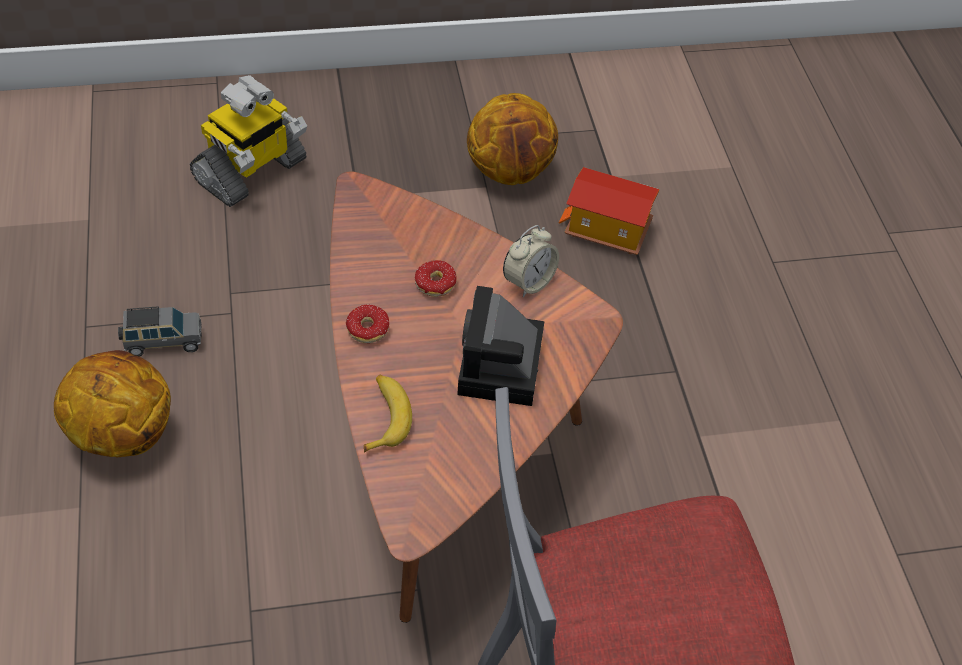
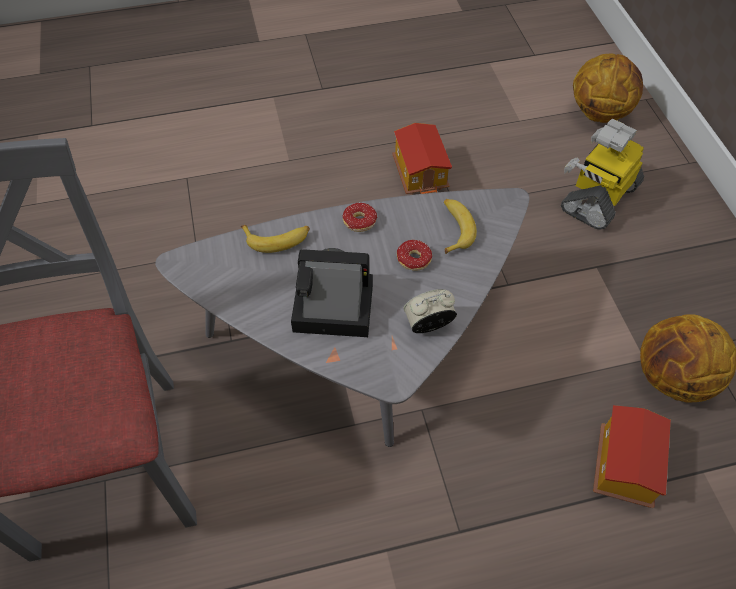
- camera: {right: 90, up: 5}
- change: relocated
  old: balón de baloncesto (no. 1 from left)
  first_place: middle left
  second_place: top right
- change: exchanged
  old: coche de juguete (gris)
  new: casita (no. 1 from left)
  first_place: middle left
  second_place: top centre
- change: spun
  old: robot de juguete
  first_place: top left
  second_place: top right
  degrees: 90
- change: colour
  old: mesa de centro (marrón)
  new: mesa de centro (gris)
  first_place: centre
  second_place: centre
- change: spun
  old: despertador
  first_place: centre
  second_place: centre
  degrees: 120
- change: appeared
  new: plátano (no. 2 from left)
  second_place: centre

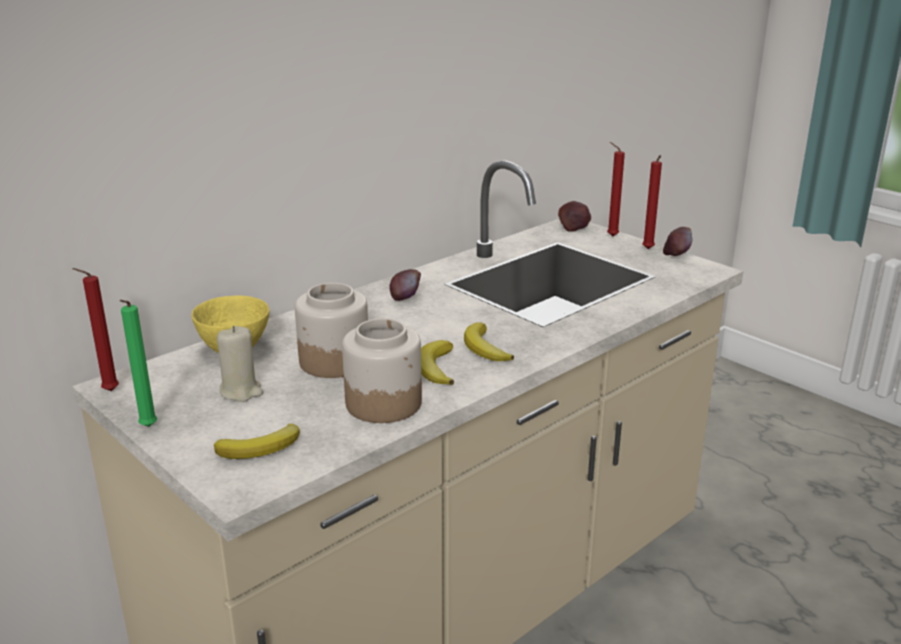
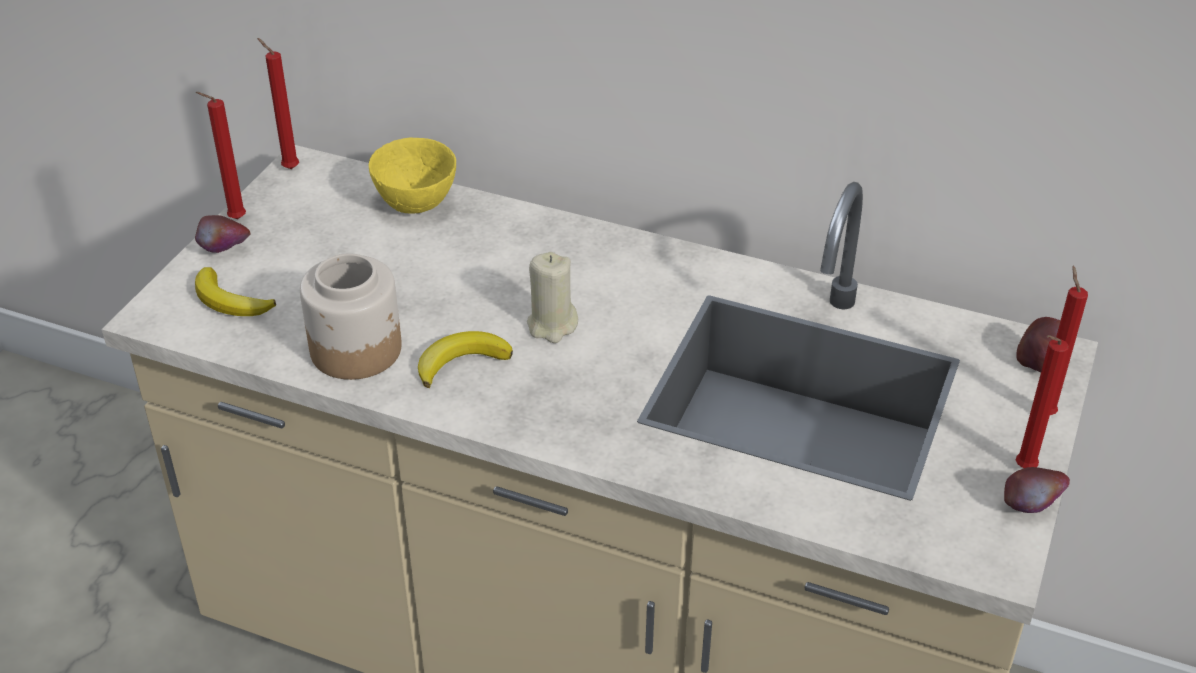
- camera: {right: 65, up: 15}
- change: colour
  old: vela (verde)
  new: vela (rojo) (no. 1 from left)
  first_place: middle left
  second_place: top left
- change: relocated
  old: vela (beis)
  first_place: middle left
  second_place: centre
- change: missing
  old: tarro (no. 1 from left)
  first_place: centre
- change: relocated
  old: manzana (no. 1 from left)
  first_place: centre
  second_place: middle left
- change: missing
  old: plátano (no. 3 from left)
  first_place: centre

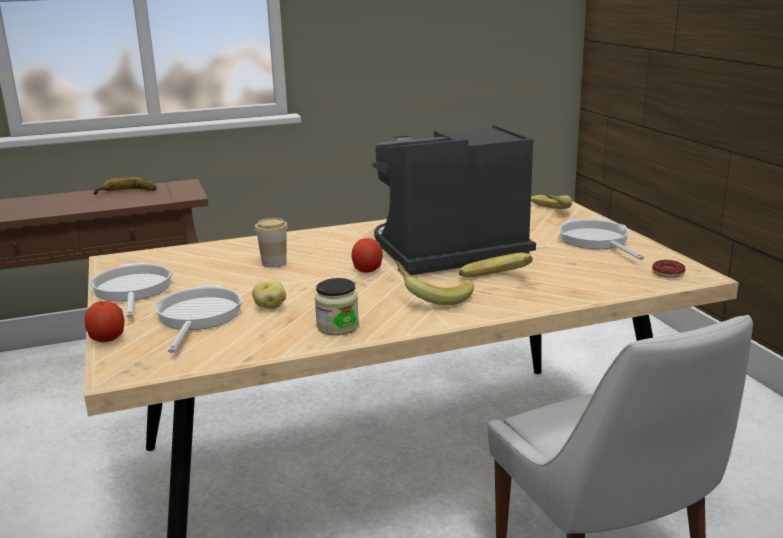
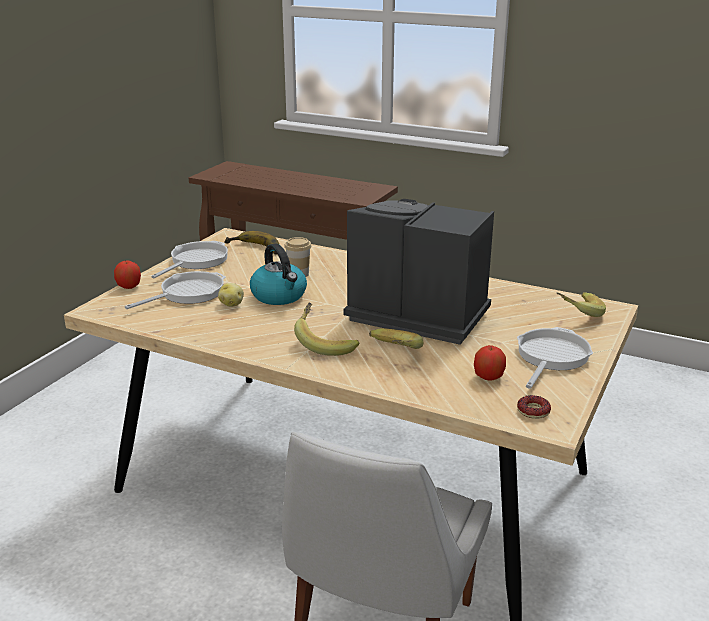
- camera: {right: 45, up: 5}
- change: relocated
  old: plátano (no. 1 from left)
  first_place: middle left
  second_place: centre
- change: missing
  old: tarro
  first_place: centre
- change: relocated
  old: manzana (no. 2 from left)
  first_place: centre
  second_place: middle right
- change: appeared
  new: hervidor
  second_place: centre

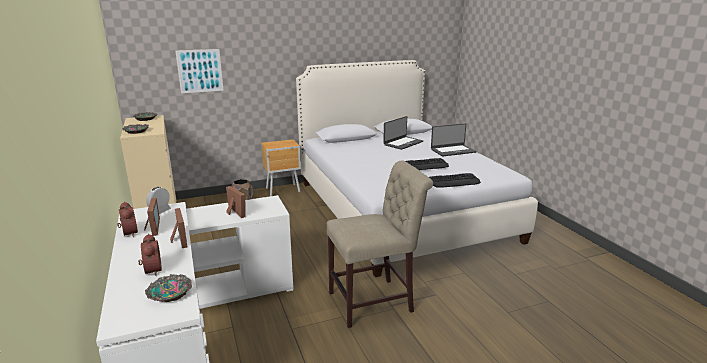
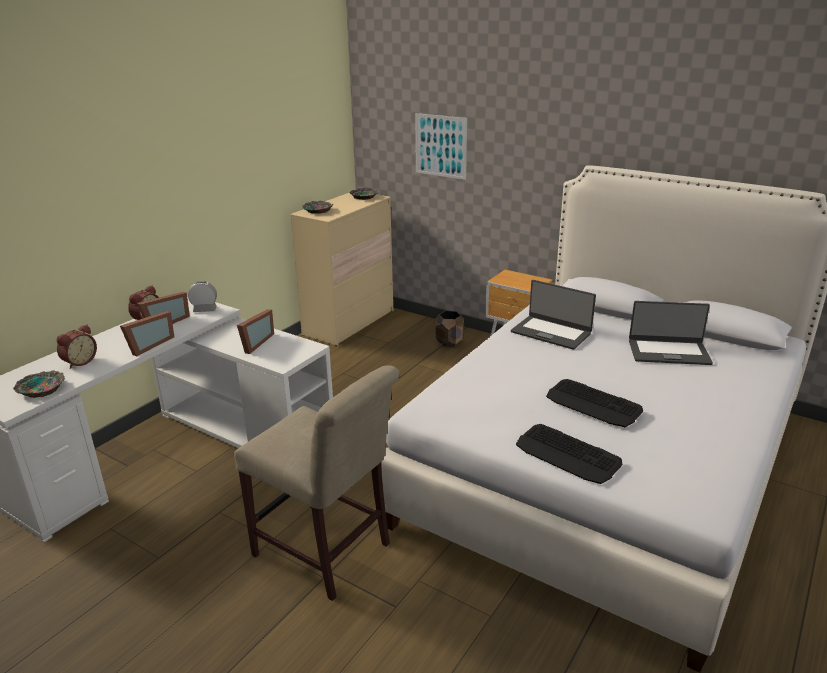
- camera: {right: 55, up: 5}
- change: relocated
  old: portátil (no. 2 from left in the first image)
  new: portátil (no. 1 from left)
  first_place: centre
  second_place: middle right

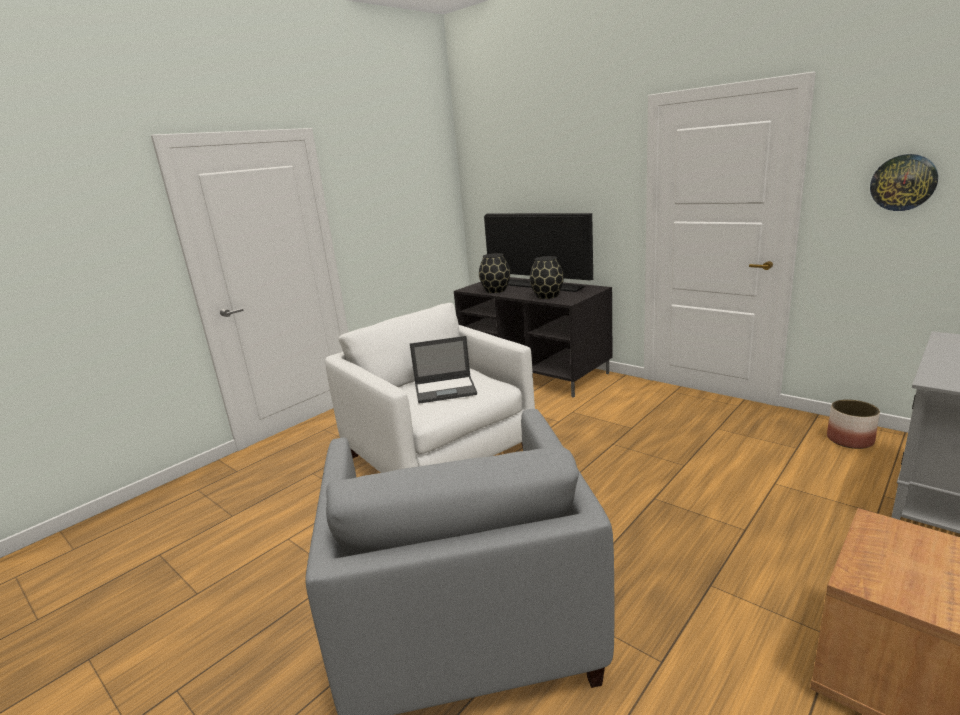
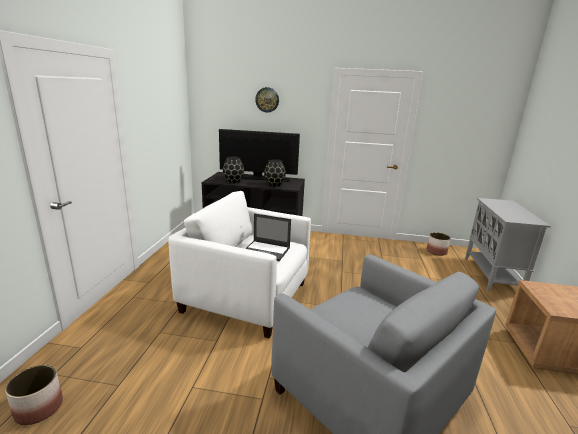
- camera: {right: -35, up: 0}
- change: spun
  old: portátil
  first_place: centre
  second_place: centre
  degrees: 60
- change: relocated
  old: reloj de pared
  first_place: top right
  second_place: top centre
- change: appeared
  new: maceta (no. 1 from left)
  second_place: bottom left

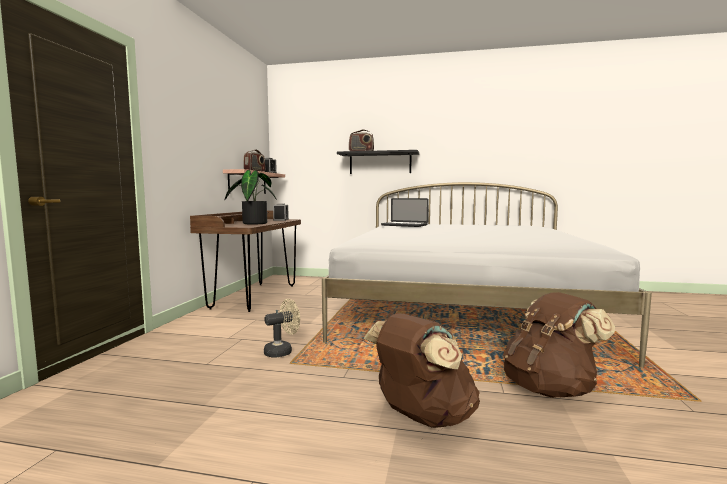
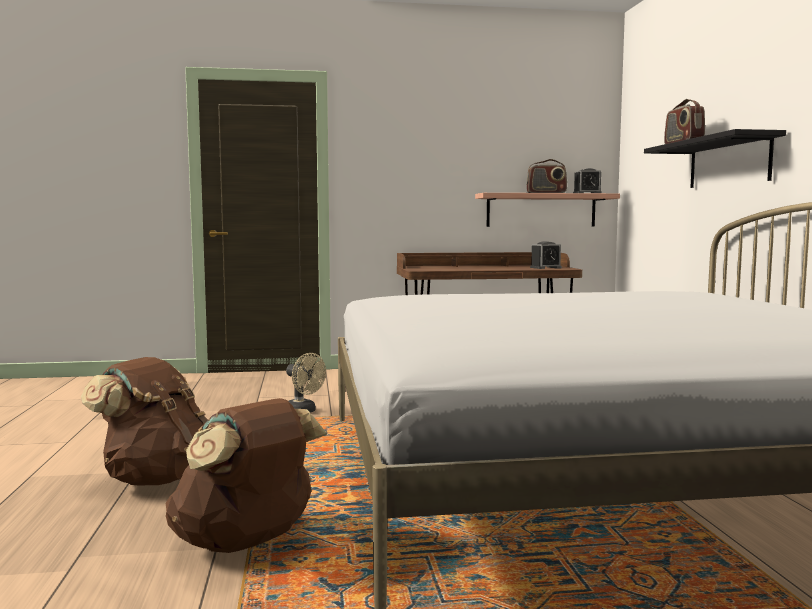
- camera: {right: 70, up: 0}
- change: missing
  old: planta en maceta
  first_place: centre
- change: missing
  old: portátil
  first_place: centre

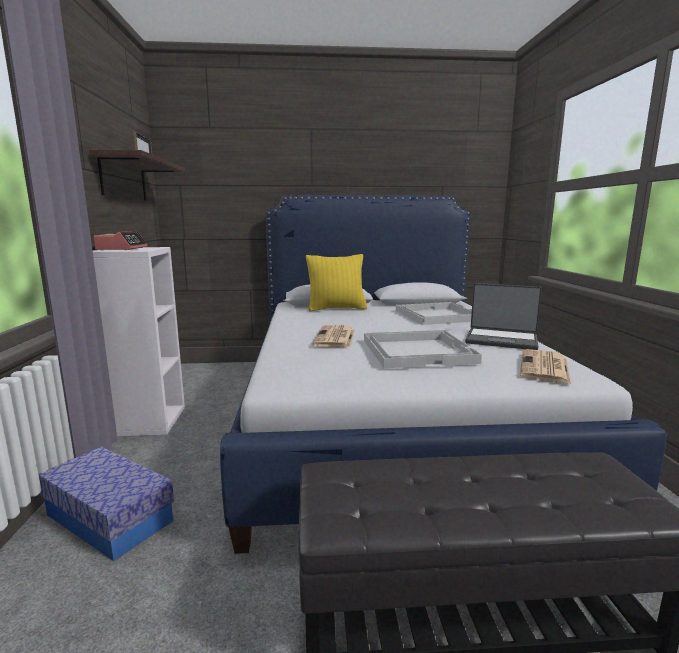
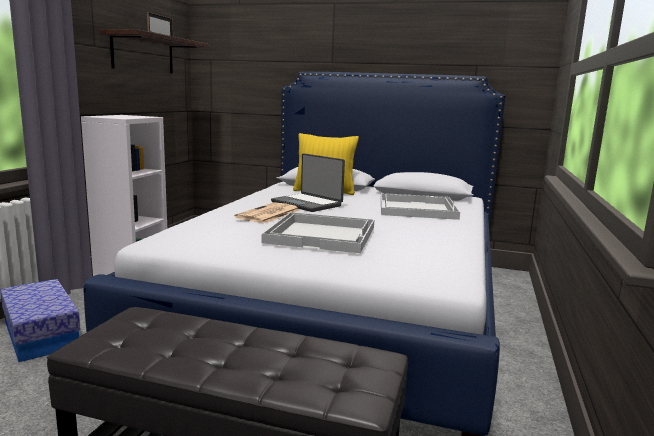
- camera: {right: 20, up: 0}
- change: missing
  old: despertador
  first_place: middle left
- change: relocated
  old: portátil
  first_place: middle right
  second_place: centre
- change: missing
  old: periódico (no. 2 from left)
  first_place: middle right

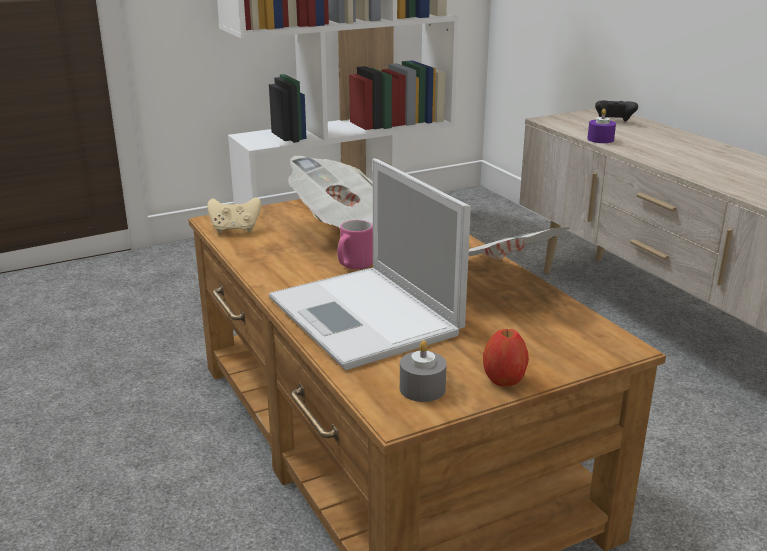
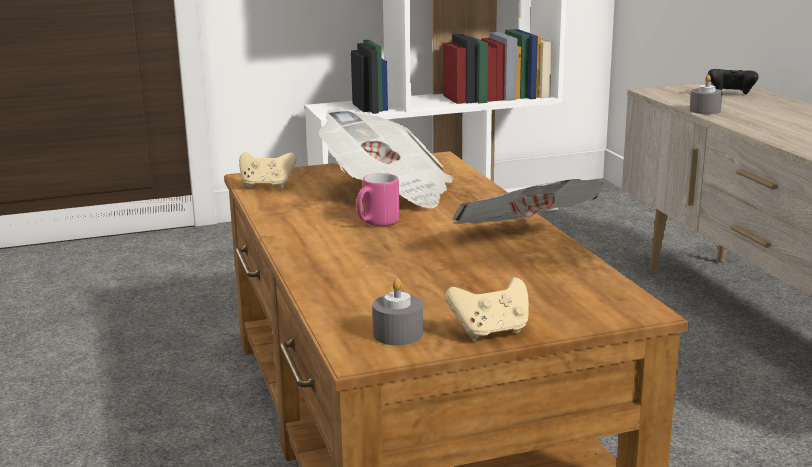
- camera: {right: 10, up: -5}
- change: missing
  old: portátil
  first_place: centre
- change: exchanged
  old: manzana
  new: mando de consola (beis) (no. 2 from left)
  first_place: centre
  second_place: centre
- change: colour
  old: vela (morado)
  new: vela (gris) (no. 2 from left)
  first_place: top right
  second_place: top right

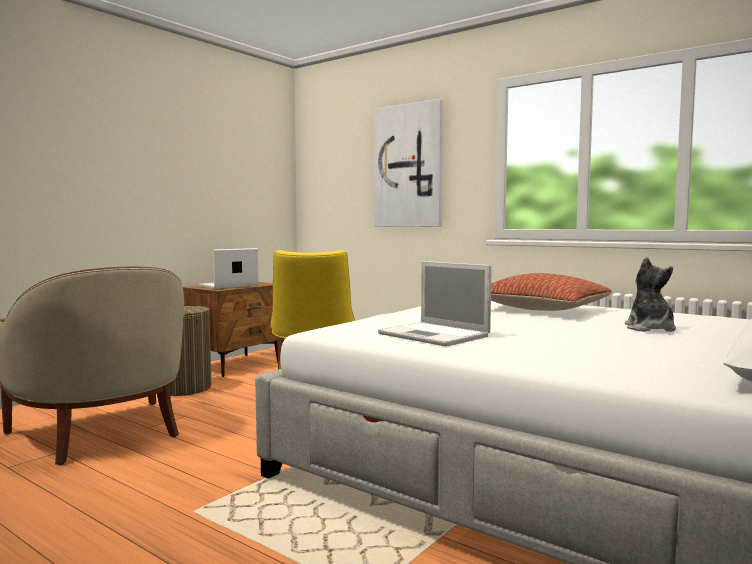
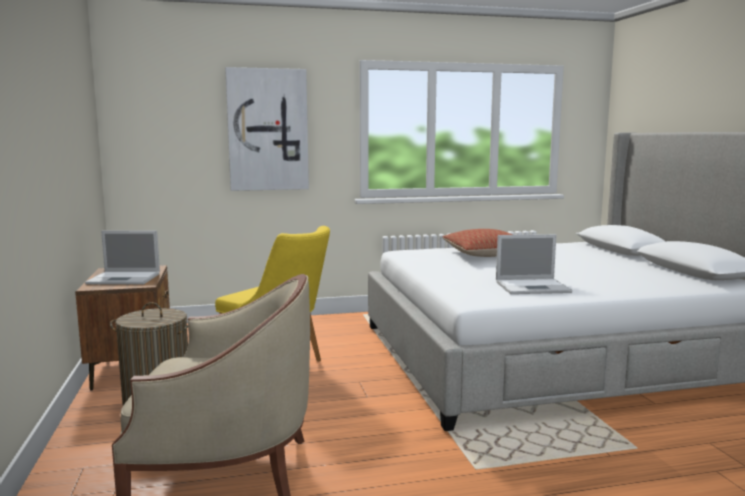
- camera: {right: -50, up: 5}
- change: spun
  old: portátil (no. 1 from left)
  first_place: middle left
  second_place: middle left
  degrees: -90
- change: missing
  old: peluche
  first_place: middle right

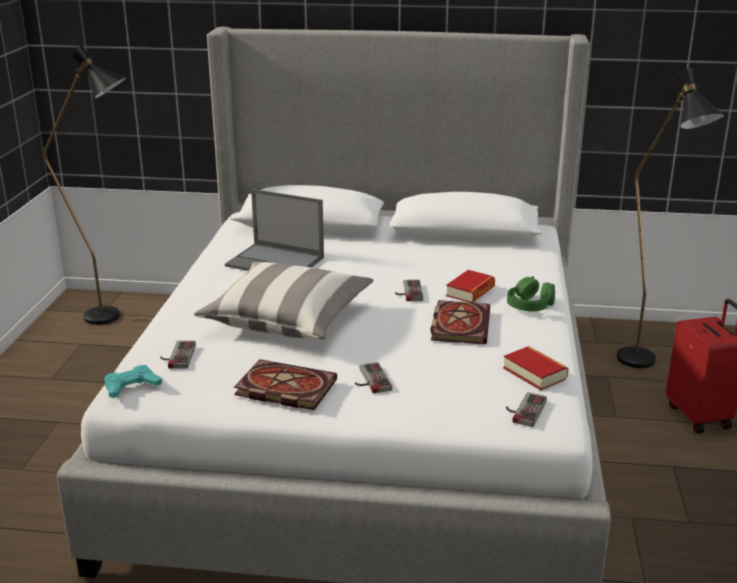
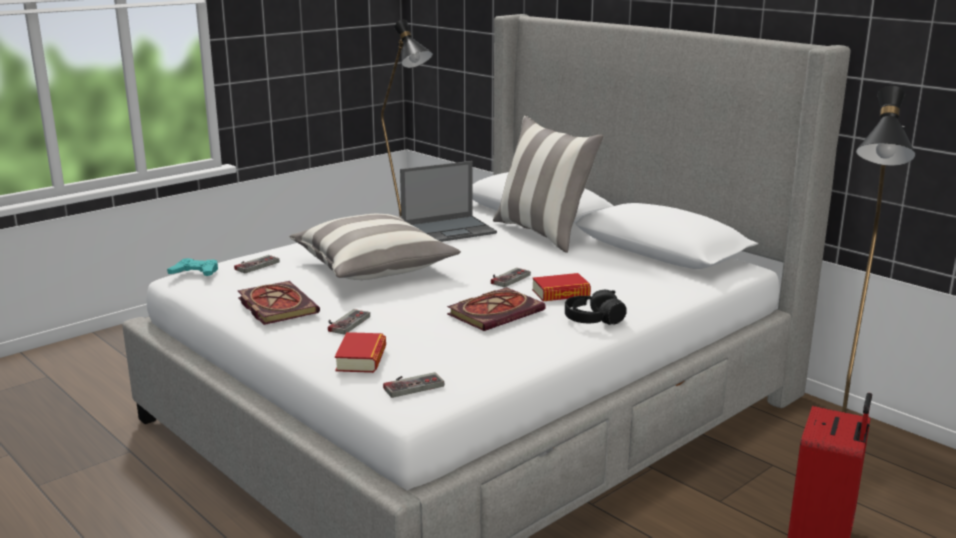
- camera: {right: 40, up: -5}
- change: spun
  old: portátil
  first_place: centre
  second_place: centre
  degrees: -90
- change: relocated
  old: libro (no. 4 from left in the first image)
  new: libro (no. 2 from left)
  first_place: middle right
  second_place: centre
- change: colour
  old: auriculares (verde)
  new: auriculares (negro)
  first_place: middle right
  second_place: centre
- change: appeared
  new: cojín (no. 2 from left)
  second_place: centre

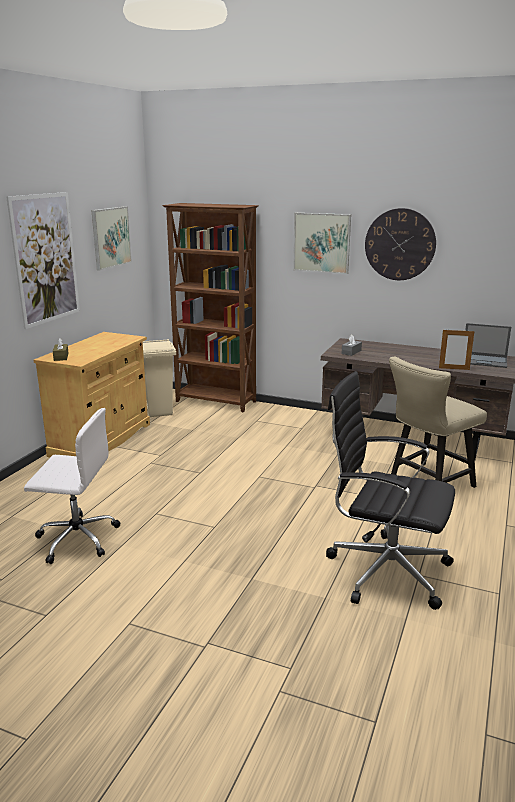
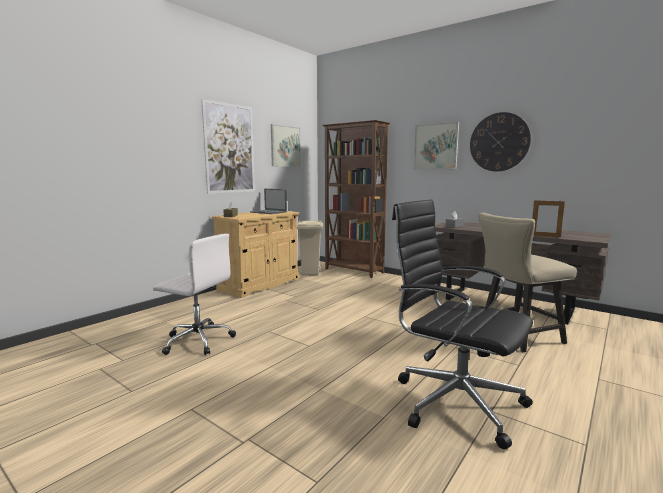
- camera: {right: 15, up: -10}
- change: relocated
  old: portátil
  first_place: middle right
  second_place: centre

